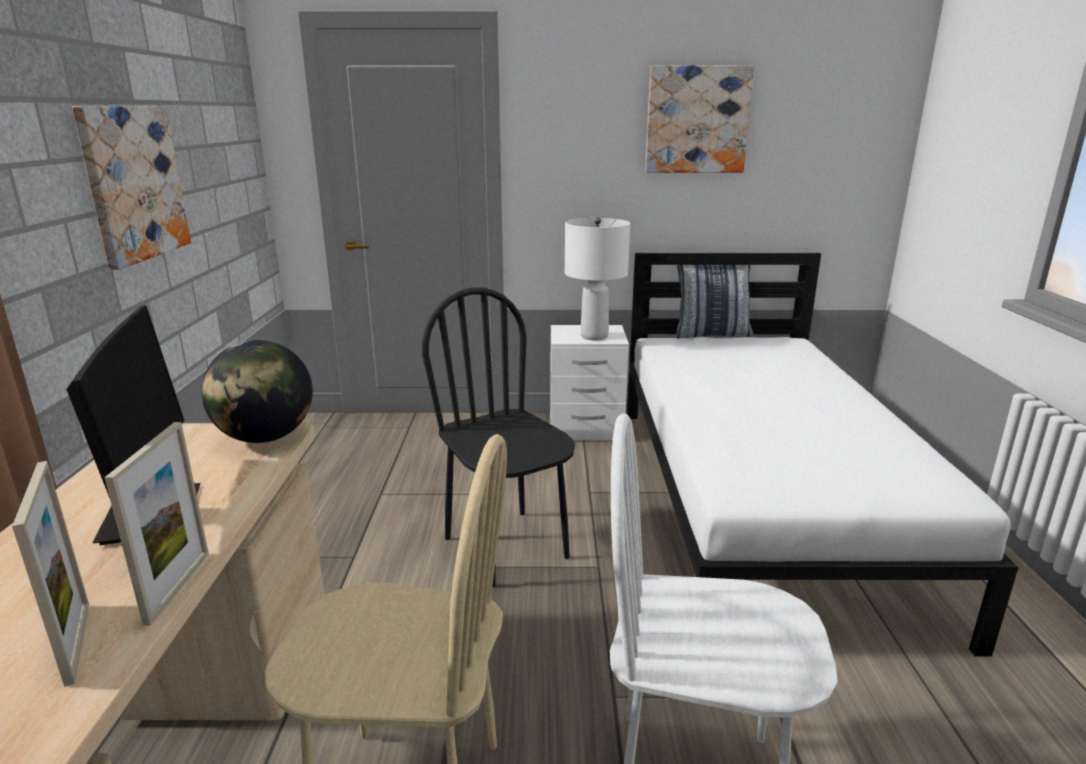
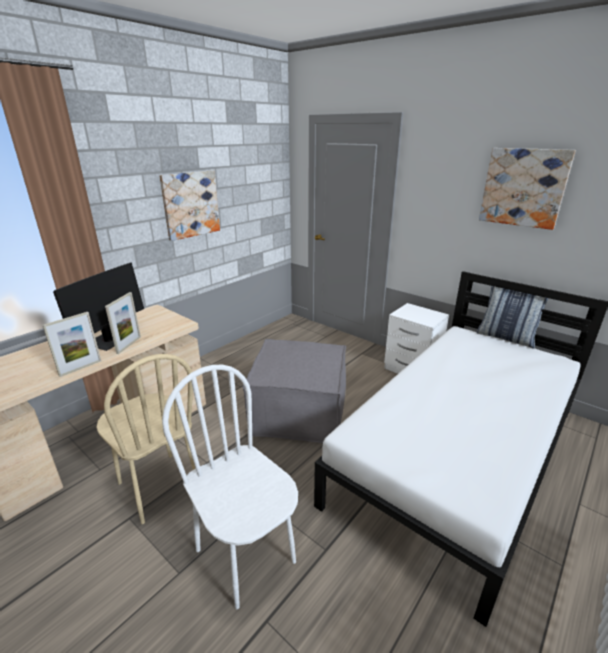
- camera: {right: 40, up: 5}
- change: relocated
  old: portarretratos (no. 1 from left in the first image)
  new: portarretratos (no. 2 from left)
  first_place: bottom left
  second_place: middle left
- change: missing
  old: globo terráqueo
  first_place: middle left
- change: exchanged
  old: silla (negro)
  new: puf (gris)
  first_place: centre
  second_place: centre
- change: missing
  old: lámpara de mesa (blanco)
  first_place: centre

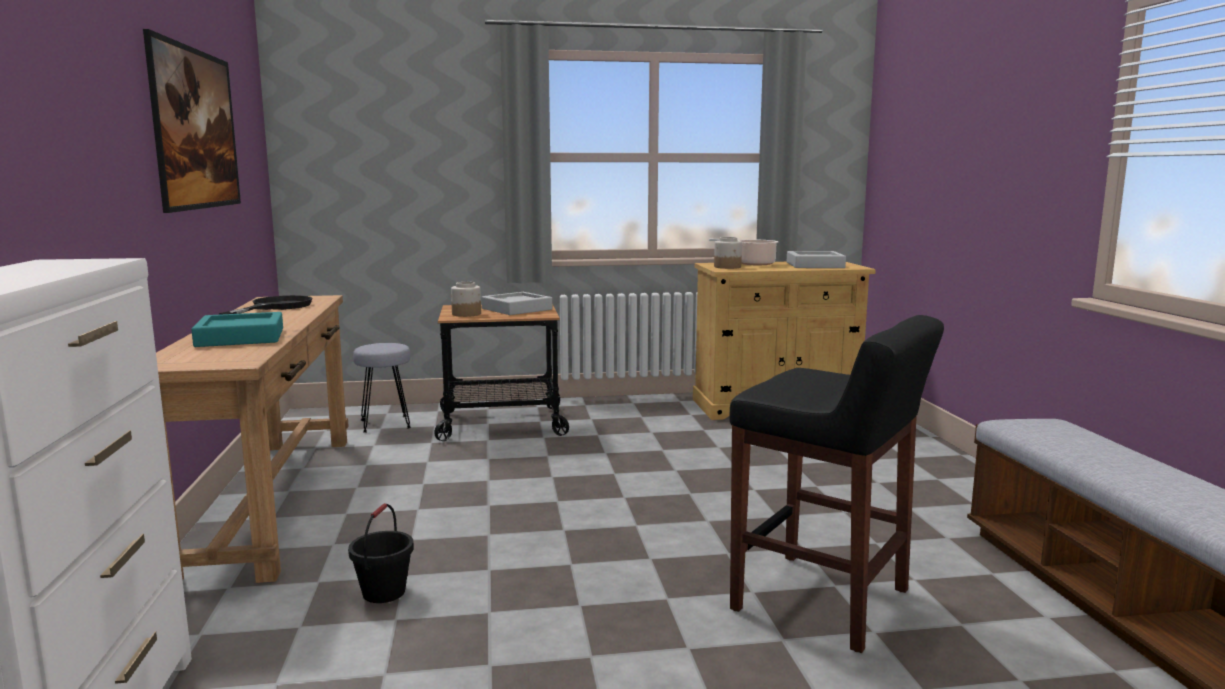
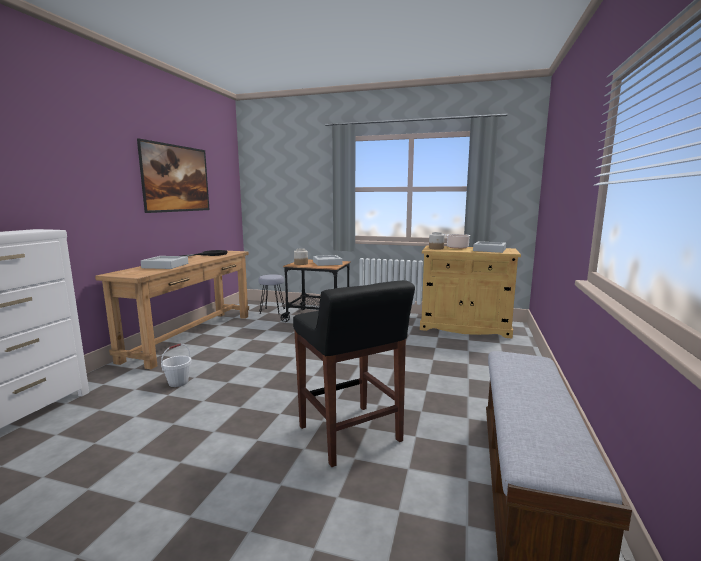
- camera: {right: 25, up: 0}
- change: colour
  old: bandeja (turquesa)
  new: bandeja (gris) (no. 1 from left)
  first_place: middle left
  second_place: middle left
- change: colour
  old: cubo (negro)
  new: cubo (blanco)
  first_place: bottom left
  second_place: middle left

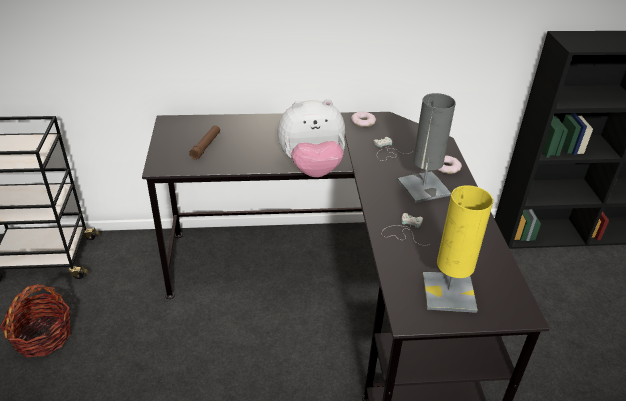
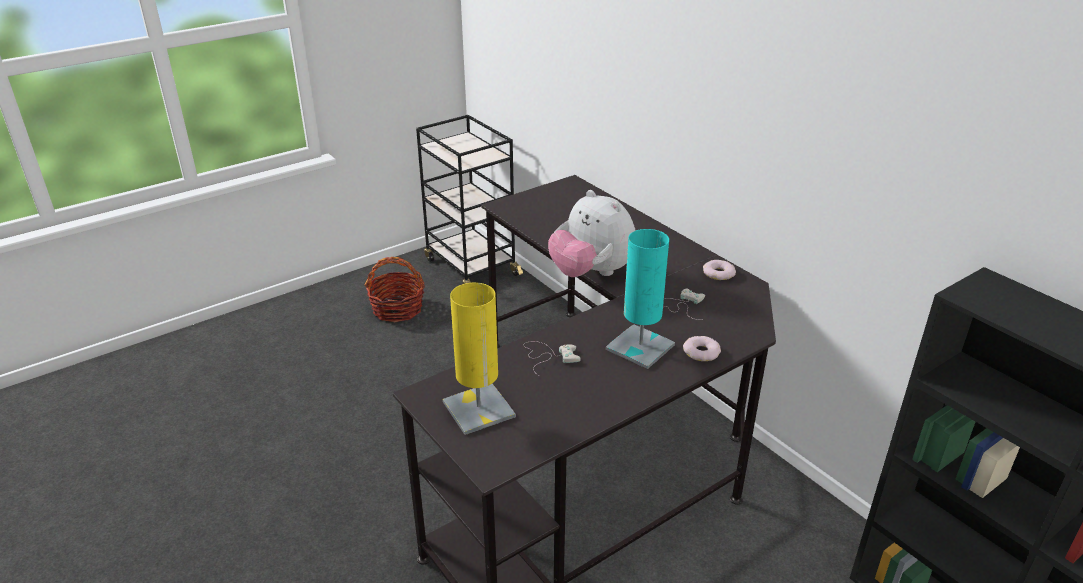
- camera: {right: 60, up: -5}
- change: missing
  old: linterna (marrón)
  first_place: middle left
- change: colour
  old: lámpara de mesa (gris)
  new: lámpara de mesa (turquesa)
  first_place: middle right
  second_place: centre

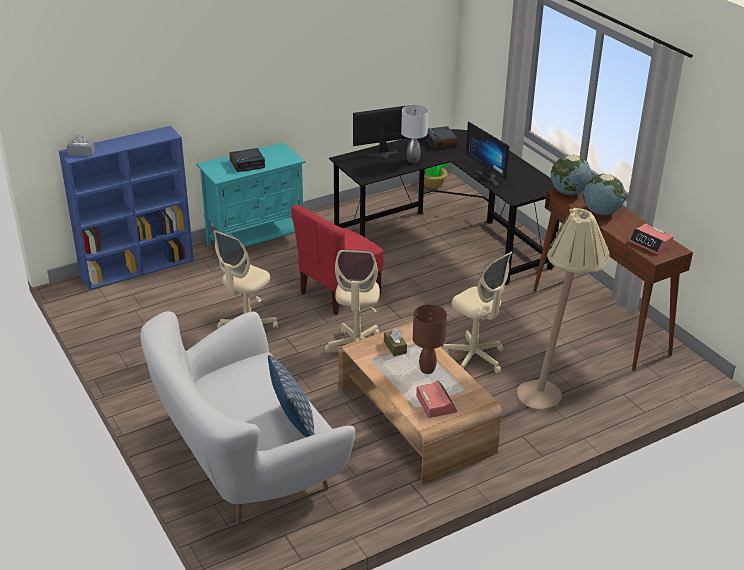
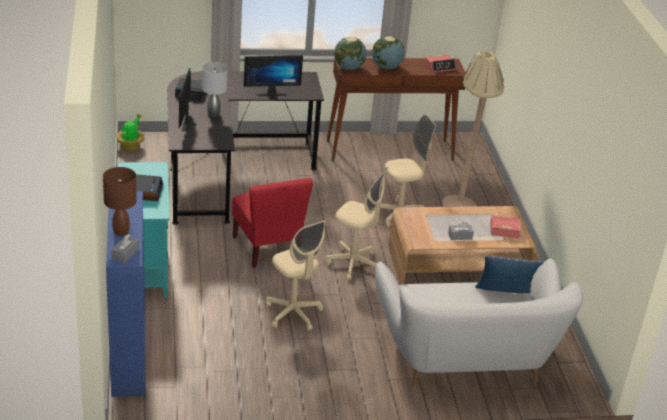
- camera: {right: -70, up: 0}
- change: missing
  old: caja de pañuelos (marrón)
  first_place: centre
- change: relocated
  old: lámpara de mesa (marrón)
  first_place: centre
  second_place: middle left
- change: appeared
  new: caja de pañuelos (gris) (no. 2 from left)
  second_place: middle right

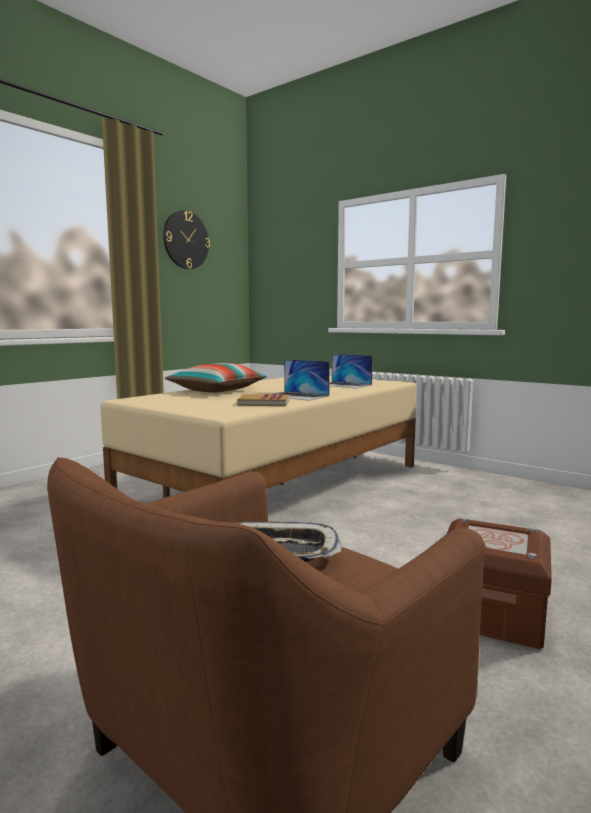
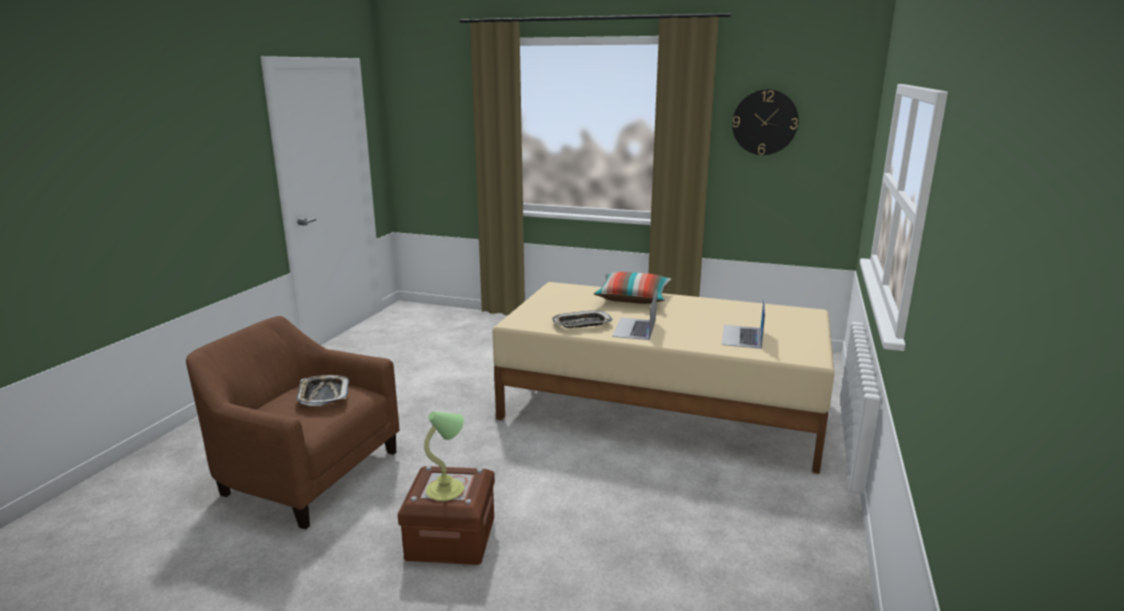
- camera: {right: 70, up: 10}
- change: exchanged
  old: libro
  new: bandeja (no. 2 from left)
  first_place: centre
  second_place: centre
- change: appeared
  new: lámpara de mesa
  second_place: bottom centre

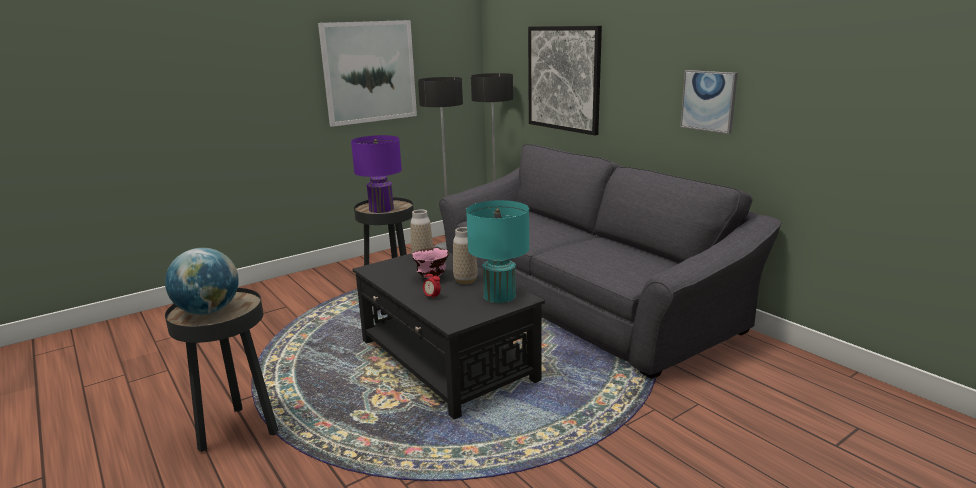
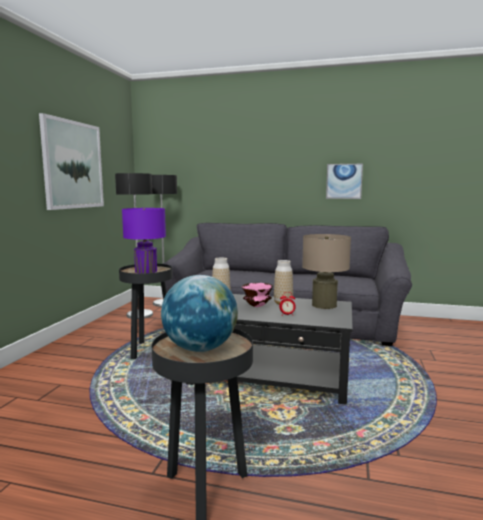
- camera: {right: -40, up: -10}
- change: colour
  old: lámpara de mesa (turquesa)
  new: lámpara de mesa (beis)
  first_place: centre
  second_place: middle right
- change: missing
  old: cuadro (no. 2 from left)
  first_place: top centre

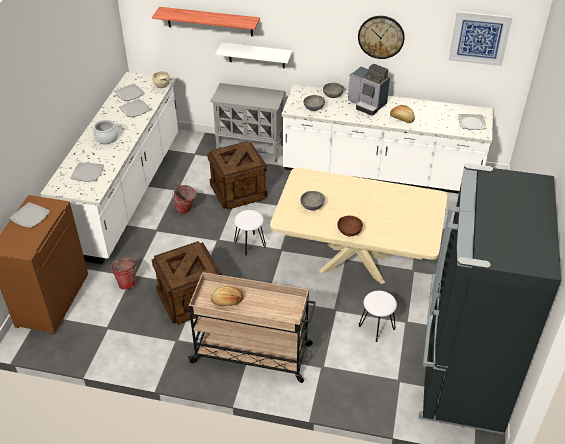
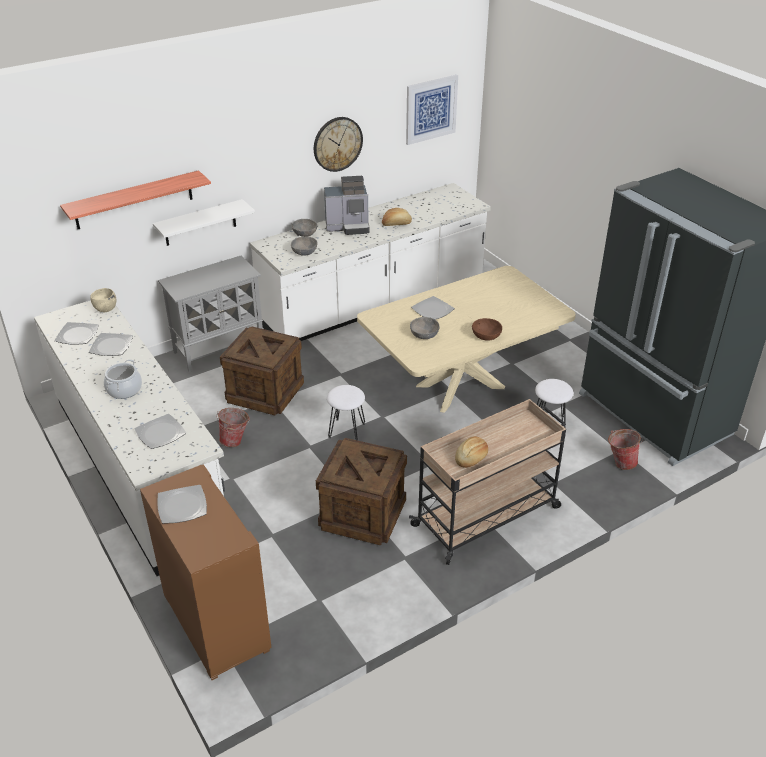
- camera: {right: -45, up: -5}
- change: relocated
  old: cubo (no. 1 from left in the first image)
  new: cubo (no. 2 from left)
  first_place: middle left
  second_place: middle right
- change: relocated
  old: plato (no. 5 from left)
  first_place: top right
  second_place: centre

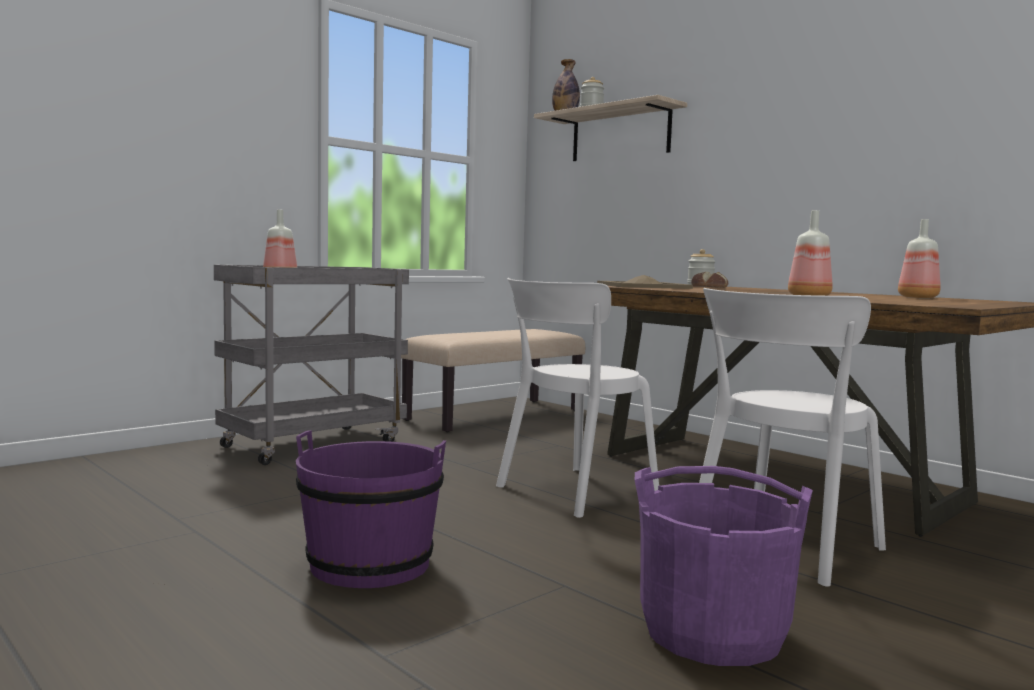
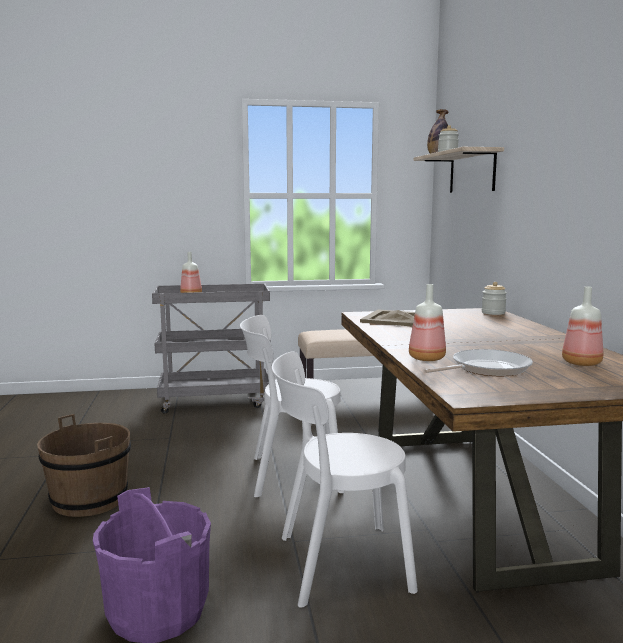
- camera: {right: 35, up: 5}
- change: colour
  old: cubo (morado) (no. 1 from left)
  new: cubo (marrón)
  first_place: bottom centre
  second_place: bottom left
- change: missing
  old: pan
  first_place: middle right
- change: appeared
  new: sartén
  second_place: middle right

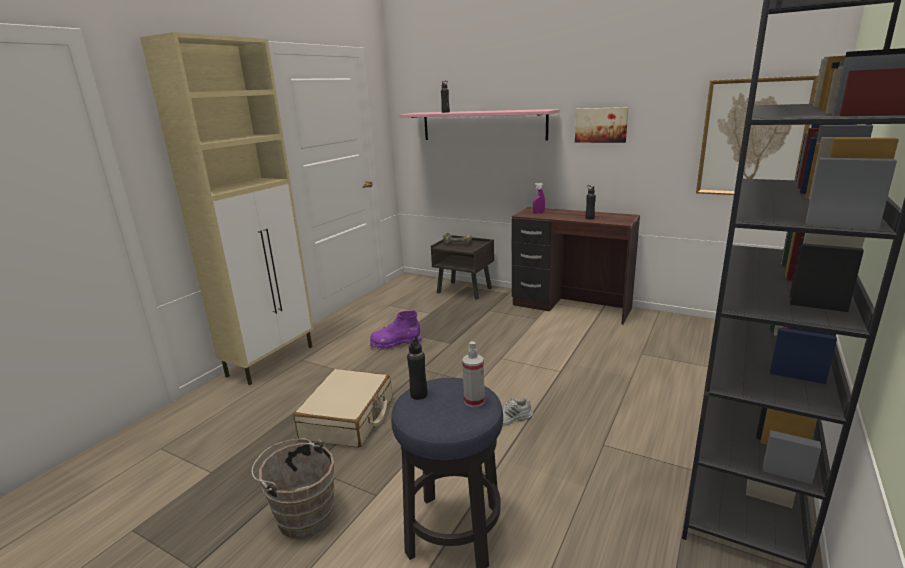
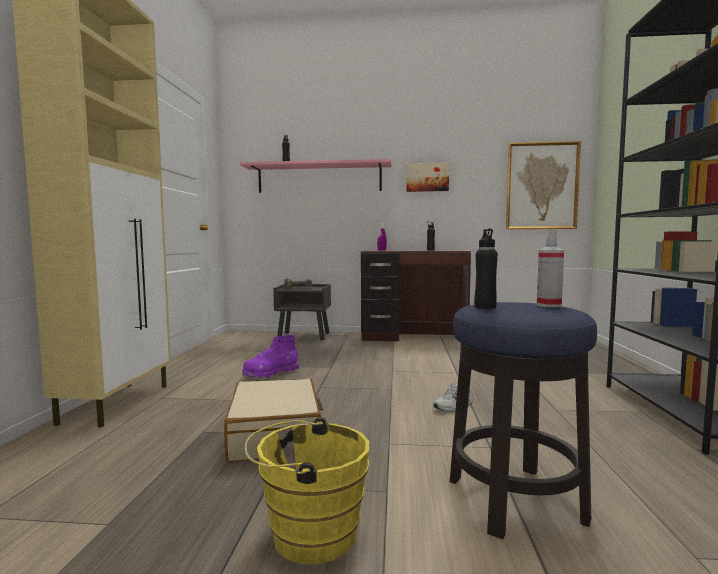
- camera: {right: -25, up: -15}
- change: colour
  old: cubo (marrón)
  new: cubo (amarillo)
  first_place: bottom left
  second_place: bottom centre

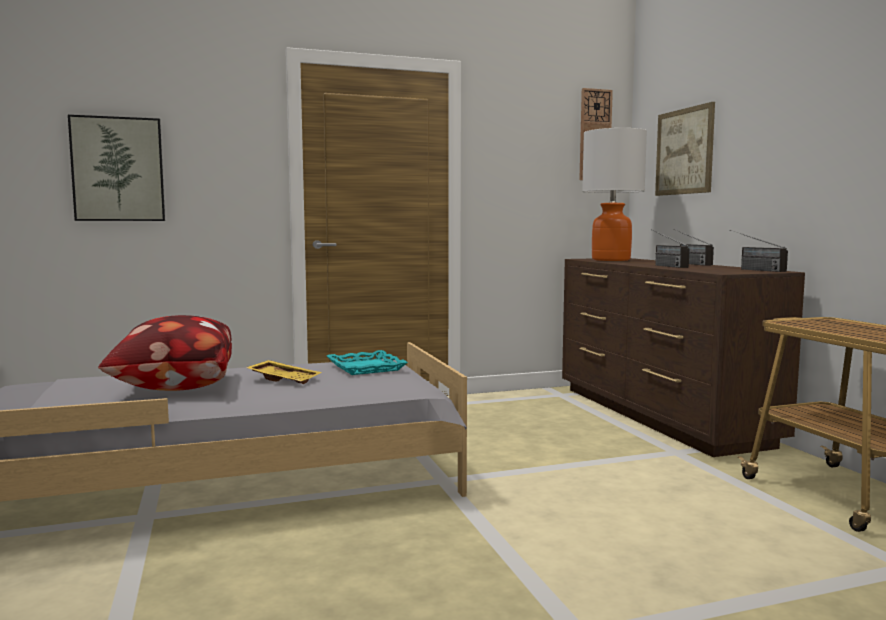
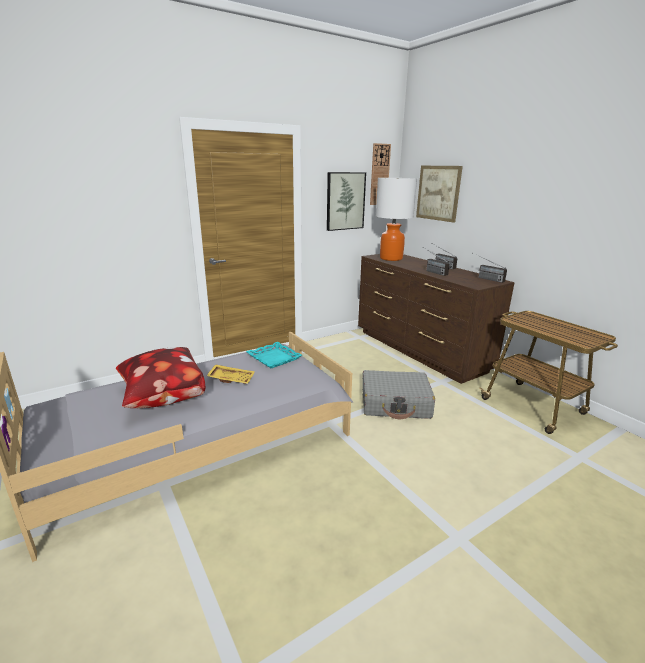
- camera: {right: -15, up: 15}
- change: relocated
  old: cuadro (no. 1 from left)
  first_place: top left
  second_place: top centre
- change: appeared
  new: maleta (gris)
  second_place: centre

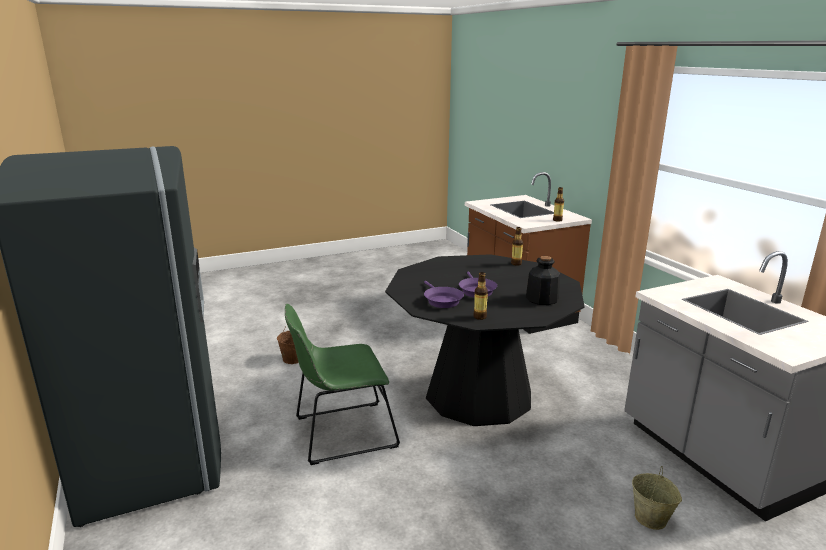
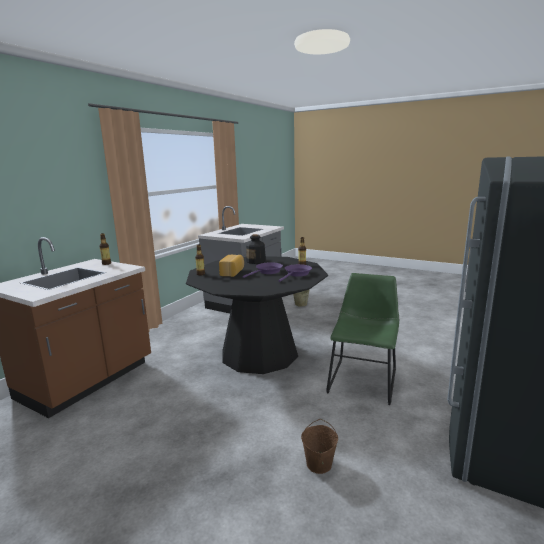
- camera: {right: -125, up: -5}
- change: spun
  old: silla (verde)
  first_place: bottom centre
  second_place: centre
  degrees: -105
- change: appeared
  new: pan
  second_place: centre

